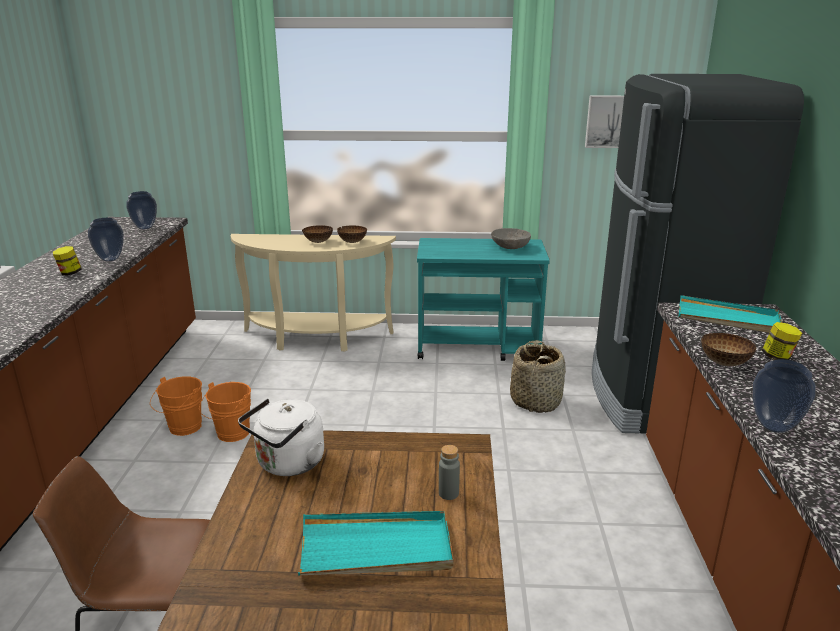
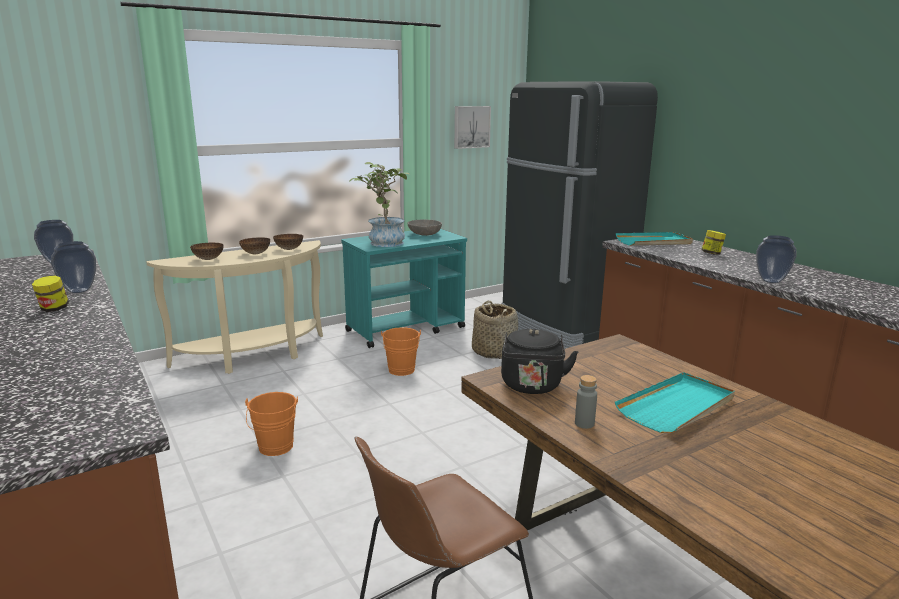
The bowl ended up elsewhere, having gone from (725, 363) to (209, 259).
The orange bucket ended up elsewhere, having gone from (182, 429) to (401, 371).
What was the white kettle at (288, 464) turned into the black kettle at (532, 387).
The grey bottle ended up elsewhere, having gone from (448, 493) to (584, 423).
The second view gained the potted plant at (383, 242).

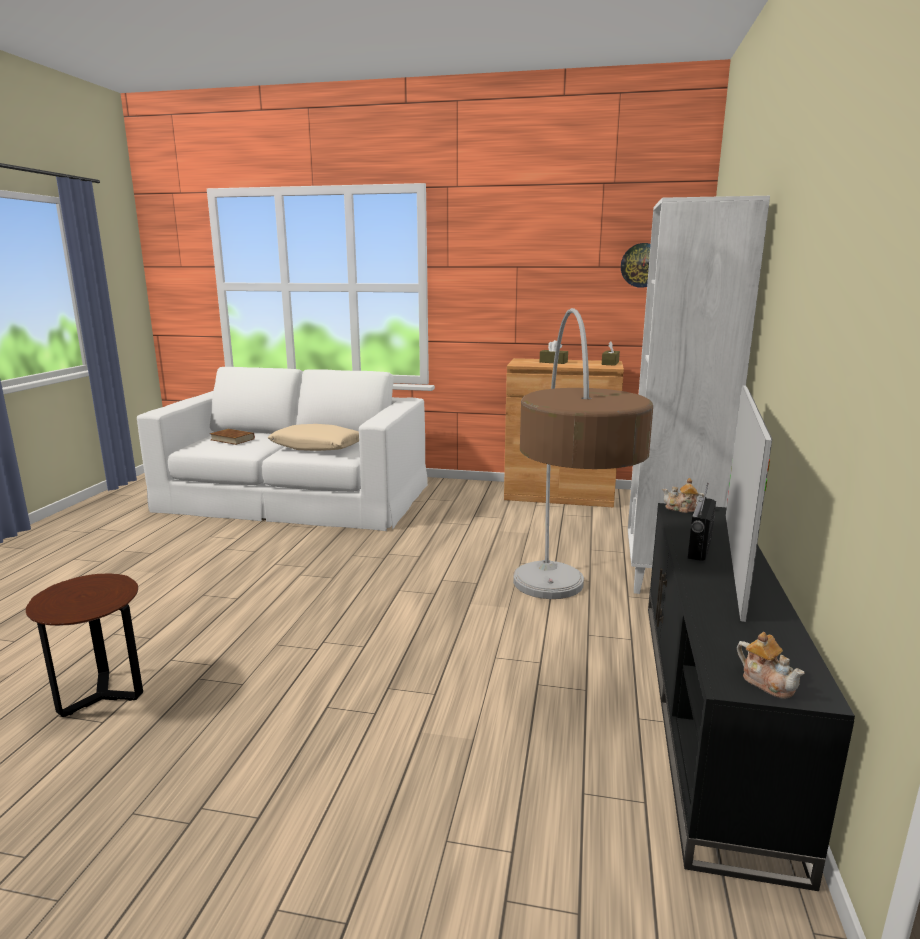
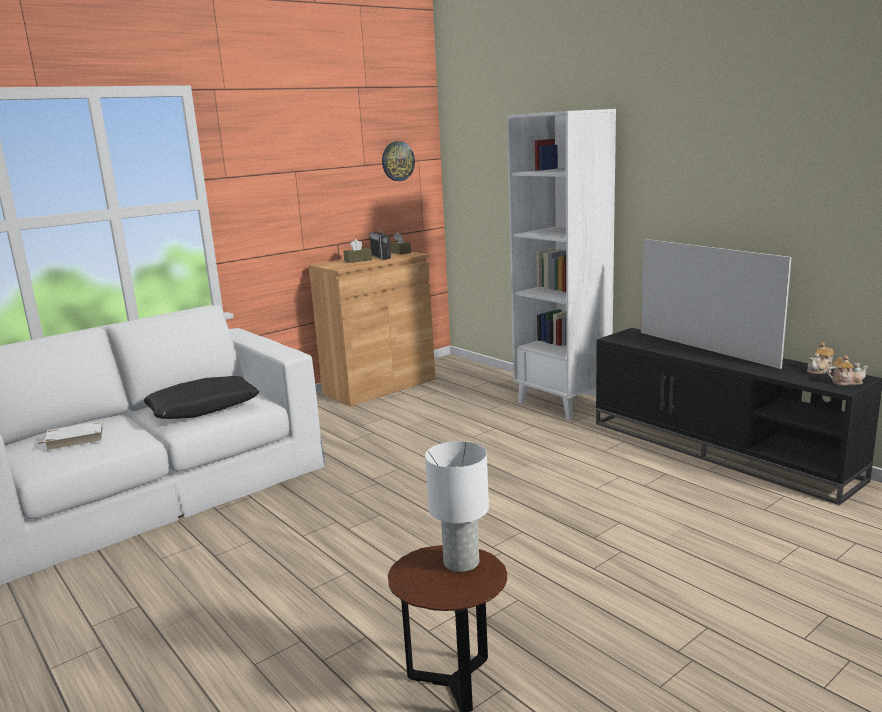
The second view lost the floor lamp at (559, 633).
What was the beige pillow at (317, 447) turned into the black pillow at (203, 408).
What was the brown book at (232, 439) turned into the white book at (75, 439).
The teapot ended up elsewhere, having gone from (681, 509) to (820, 371).
The radio ended up elsewhere, having gone from (699, 548) to (380, 257).
The second view gained the white table lamp at (460, 562).

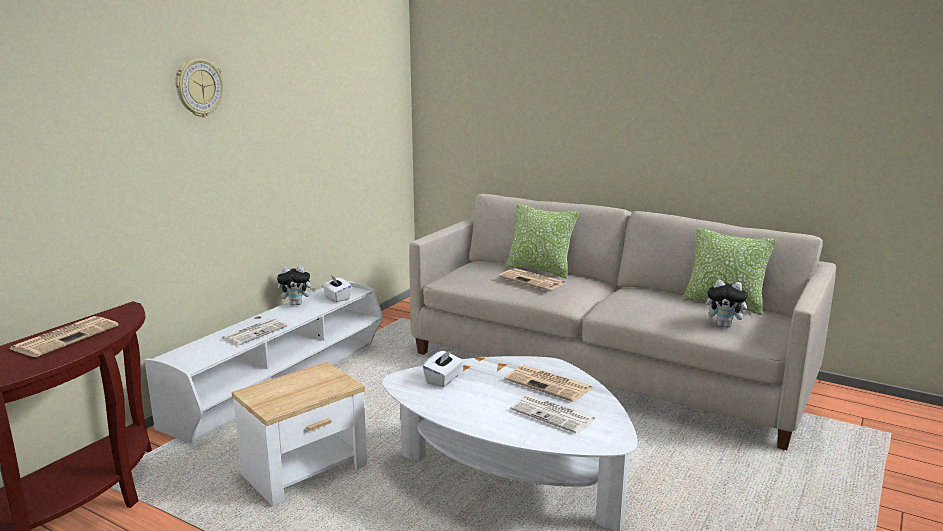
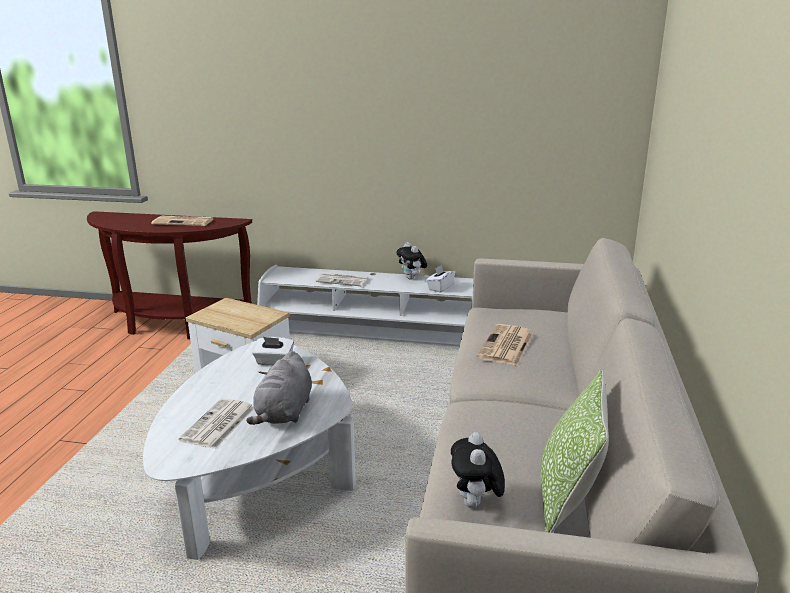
The second view lost the wall clock at (199, 87).
The second view lost the pillow at (539, 270).
Where the newspaper stood at (549, 384), the grey plush toy came to stand at (284, 413).

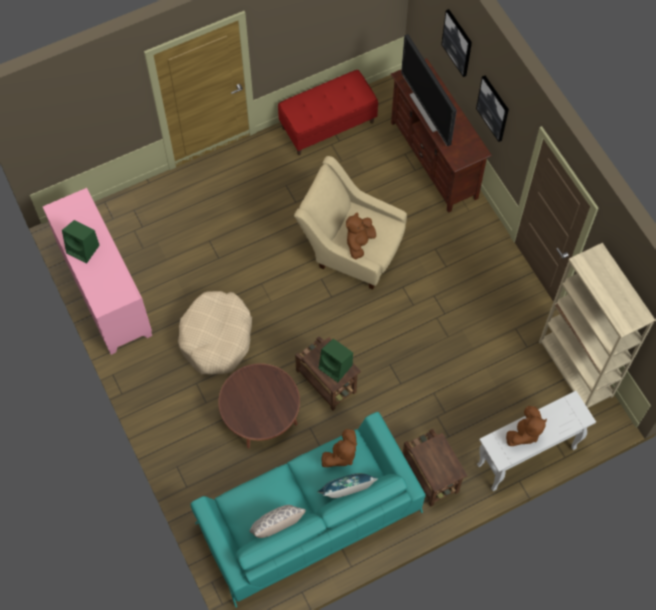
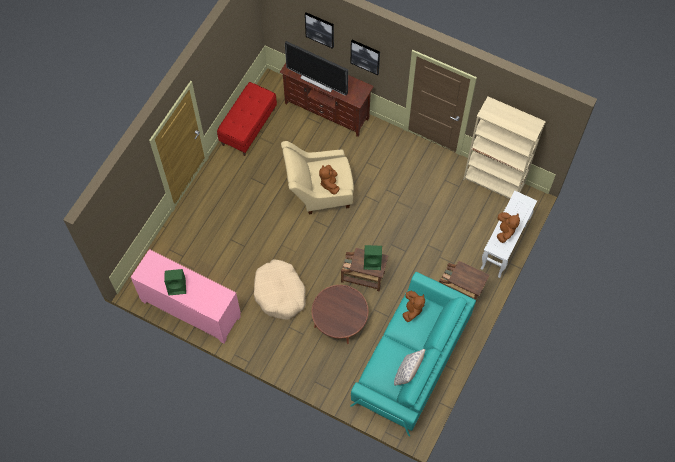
The second view lost the blue pillow at (346, 493).

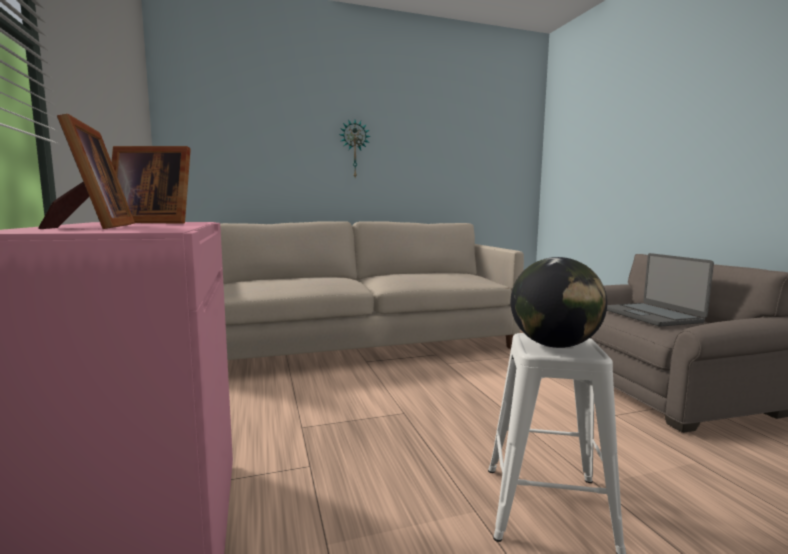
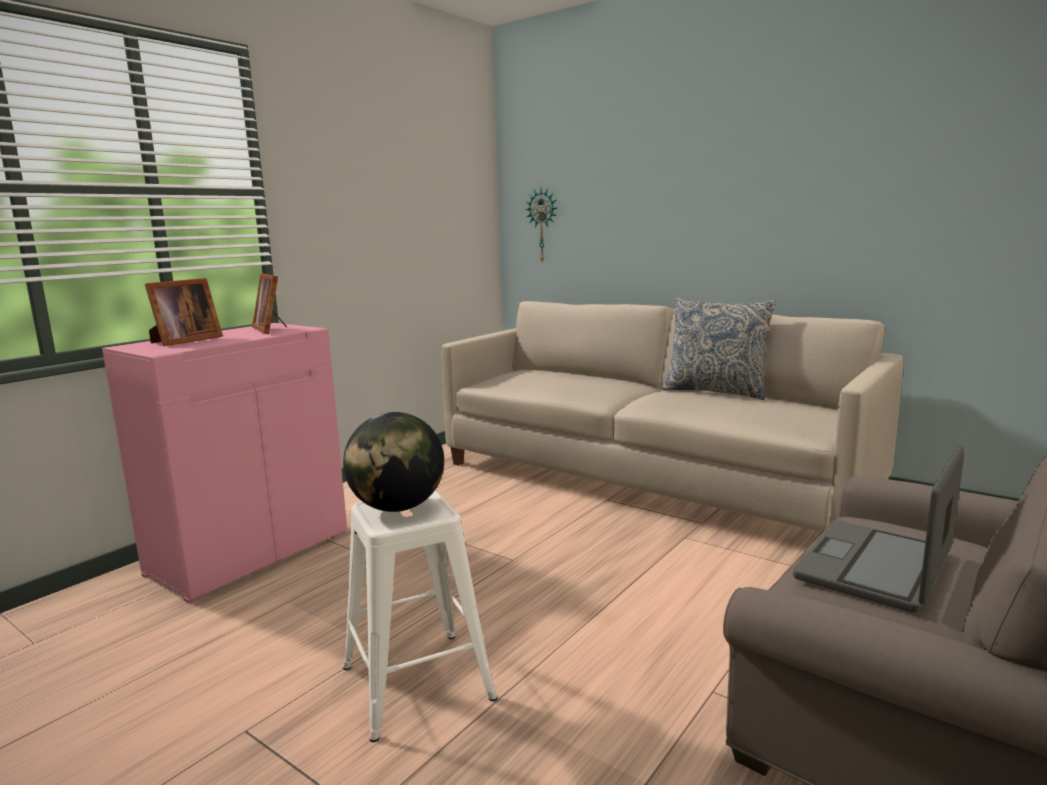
The wall clock ended up elsewhere, having gone from (354, 149) to (543, 225).
The second view gained the pillow at (715, 391).

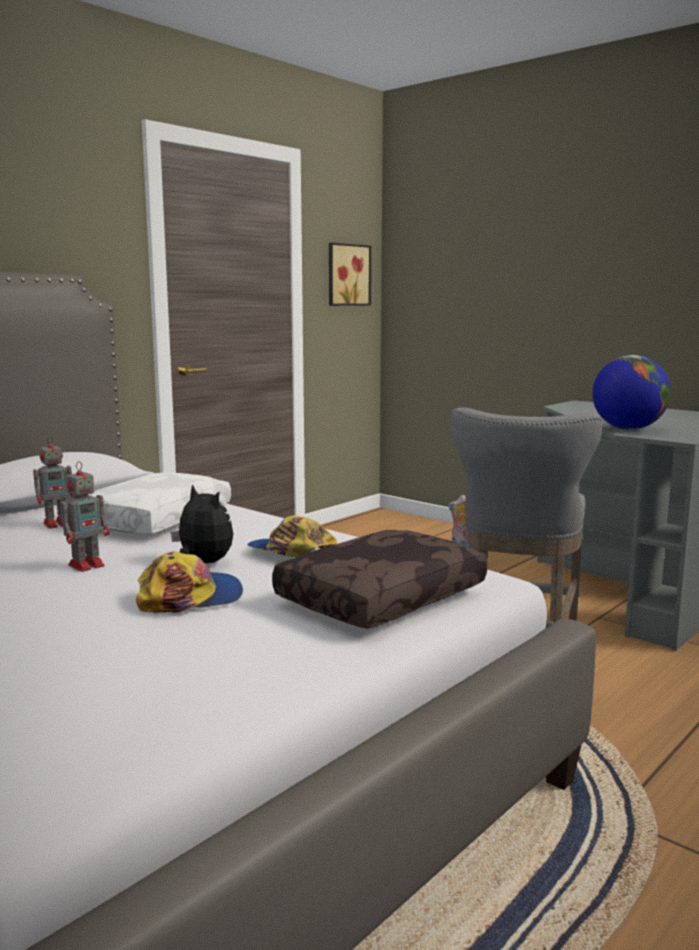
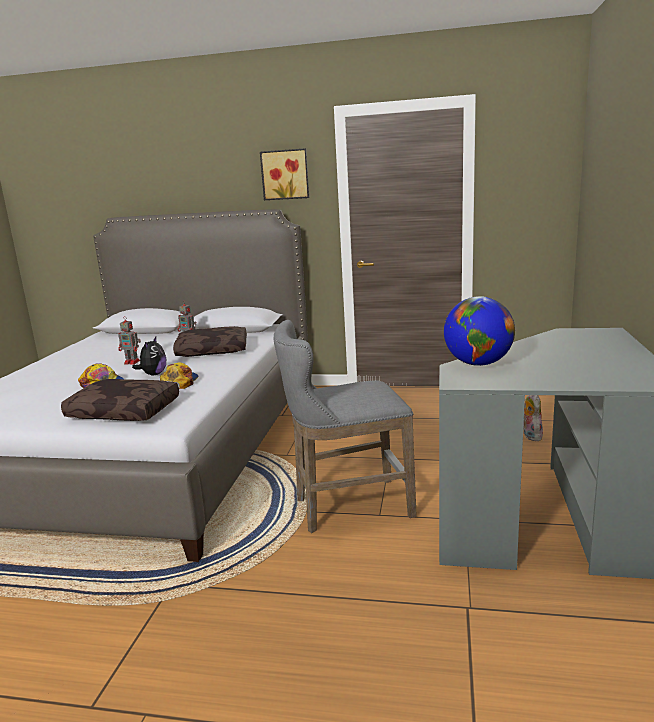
The picture ended up elsewhere, having gone from (347, 275) to (285, 174).
What was the white pillow at (155, 519) turned into the brown pillow at (213, 350).

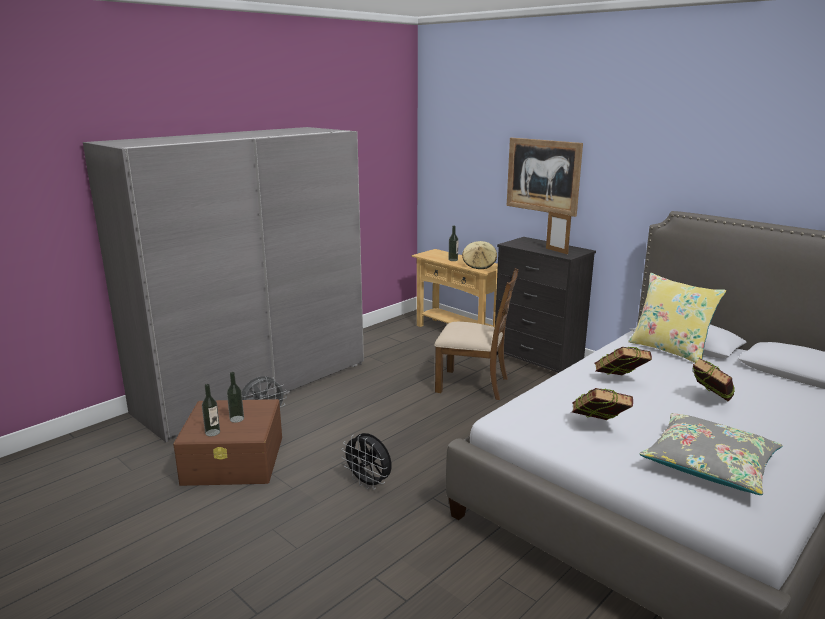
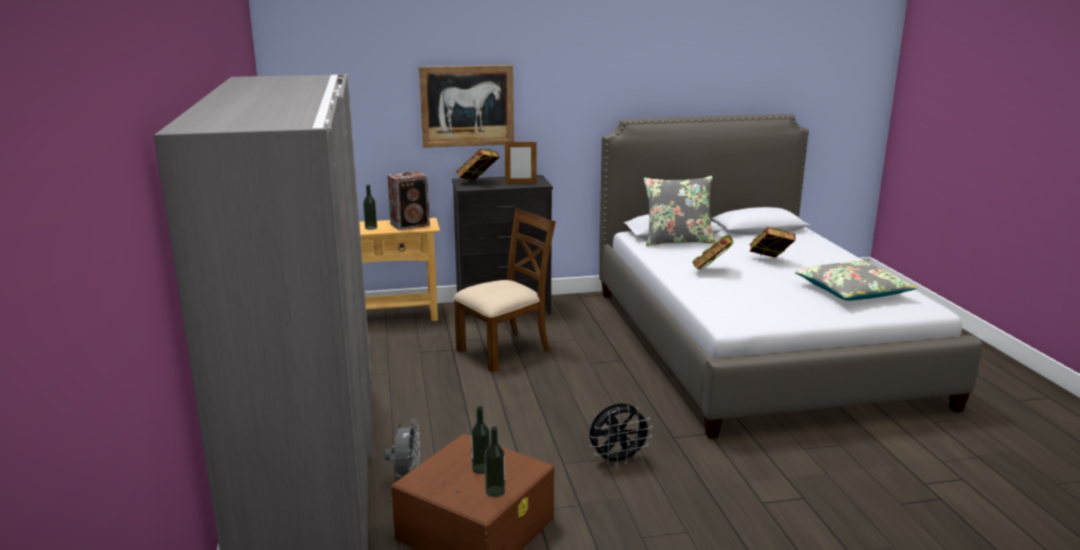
Where the beige hat stood at (479, 265), the speaker came to stand at (411, 225).
What was the yellow pillow at (670, 350) turned into the grey pillow at (677, 241).
The book ended up elsewhere, having gone from (598, 427) to (478, 182).

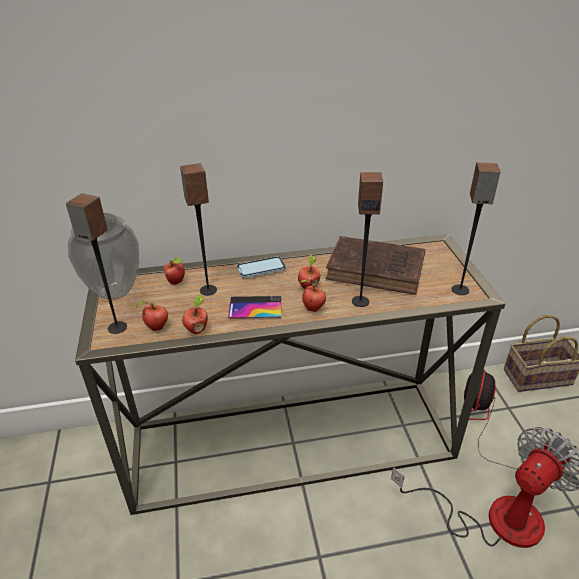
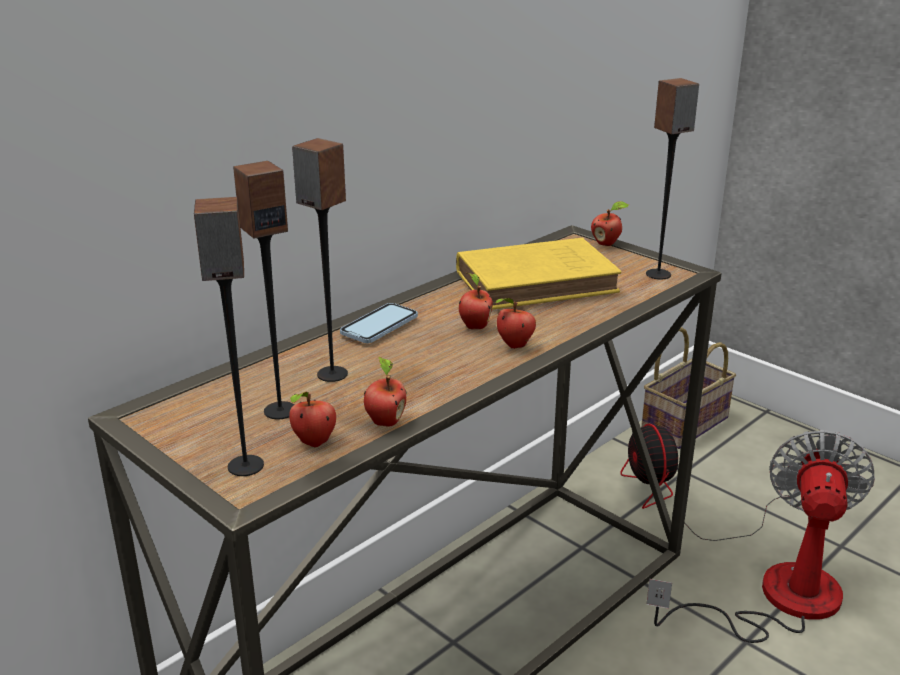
The speaker ended up elsewhere, having gone from (360, 301) to (280, 410).
The second view lost the vase at (116, 291).
What was the brown book at (378, 270) turned into the yellow book at (540, 282).
The apple ended up elsewhere, having gone from (176, 282) to (607, 244).
The second view lost the phone at (255, 307).

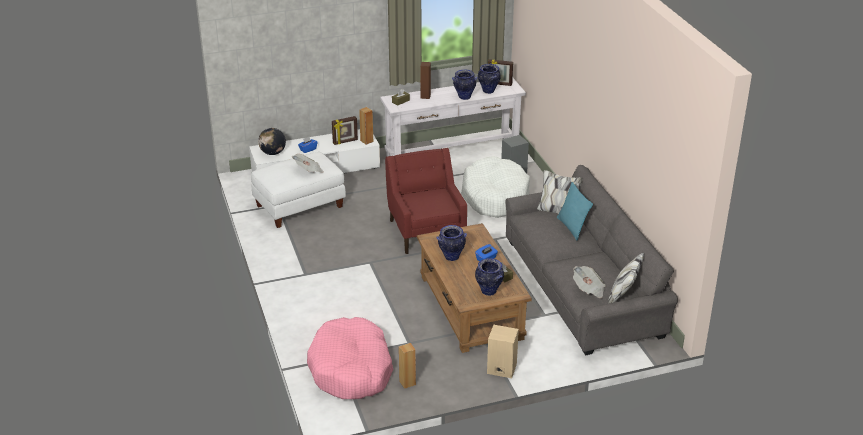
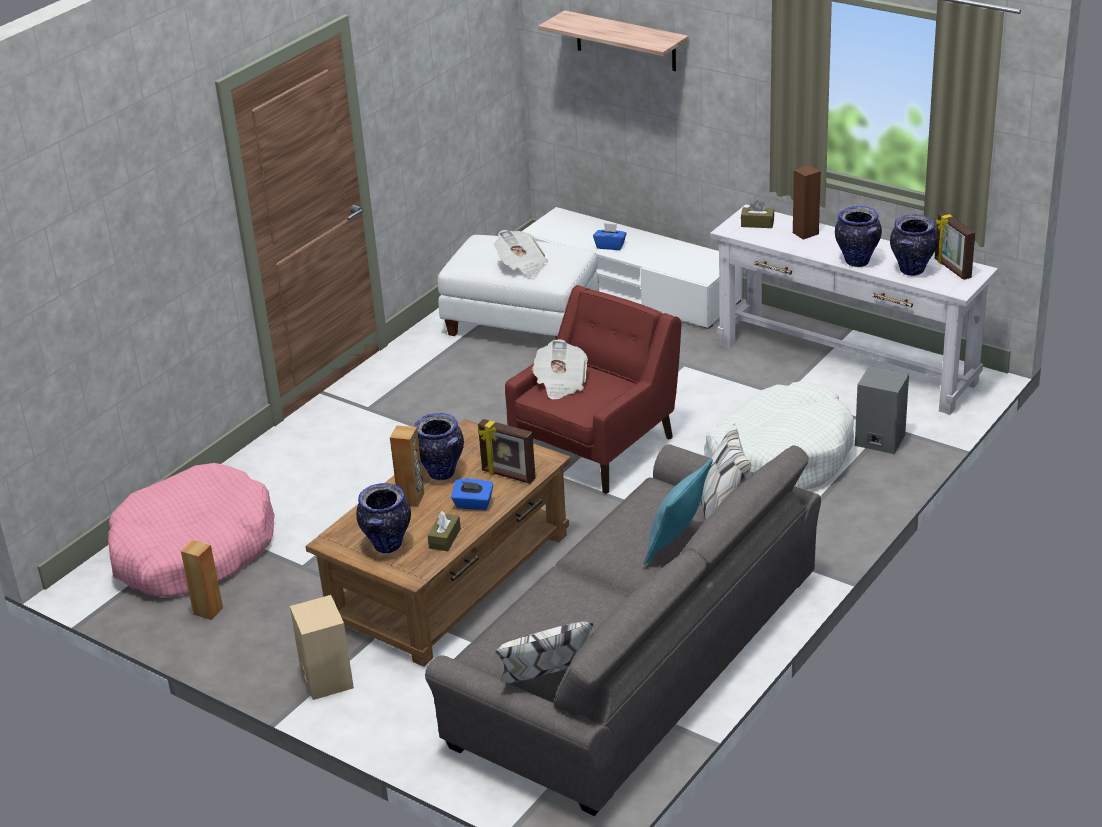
The brown speaker ended up elsewhere, having gone from (367, 141) to (411, 499).
The picture frame ended up elsewhere, having gone from (345, 142) to (508, 475).
The second view lost the globe at (272, 153).
The newspaper ended up elsewhere, having gone from (588, 289) to (560, 383).
The second view gained the shelf at (625, 41).

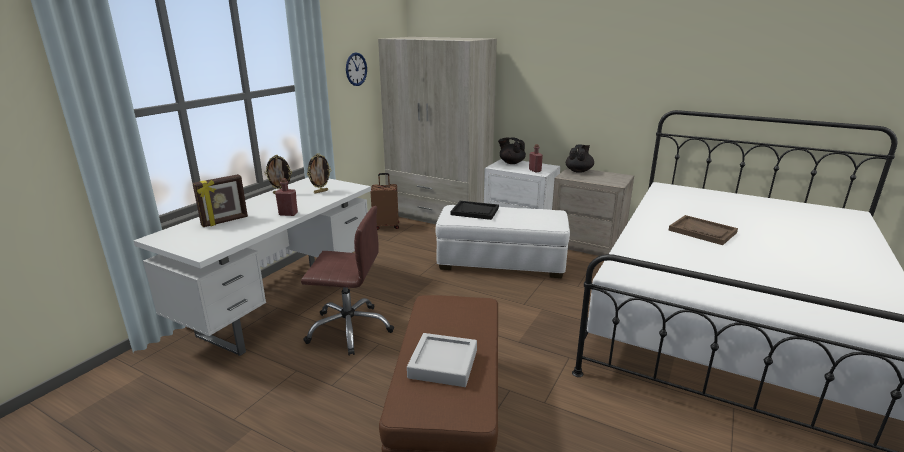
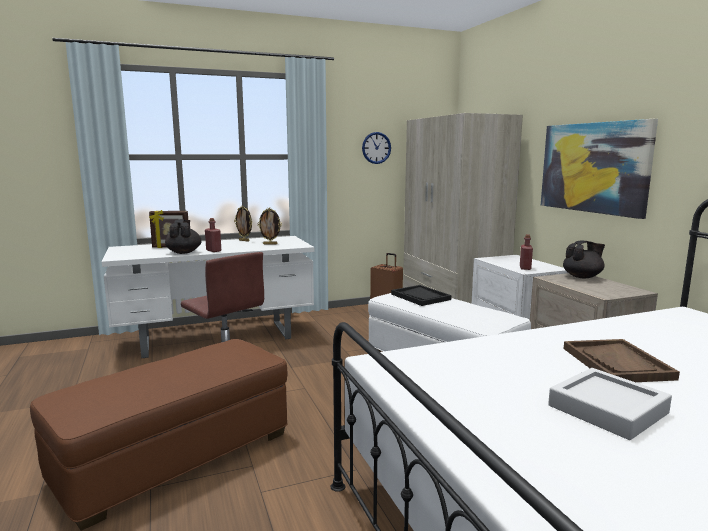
The black teapot ended up elsewhere, having gone from (511, 162) to (184, 252).
The grey tray ended up elsewhere, having gone from (443, 364) to (607, 409).
The second view gained the picture at (593, 167).

